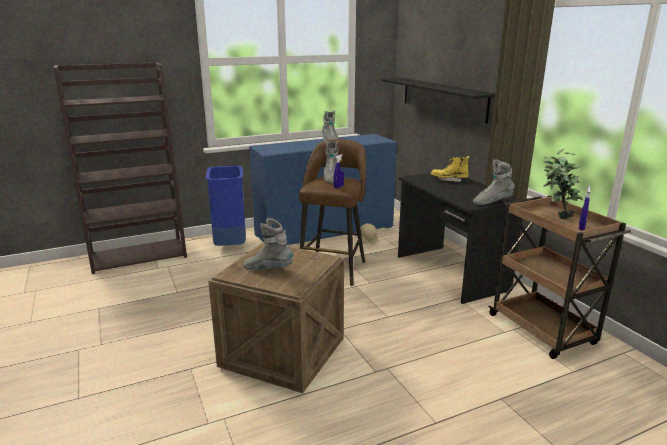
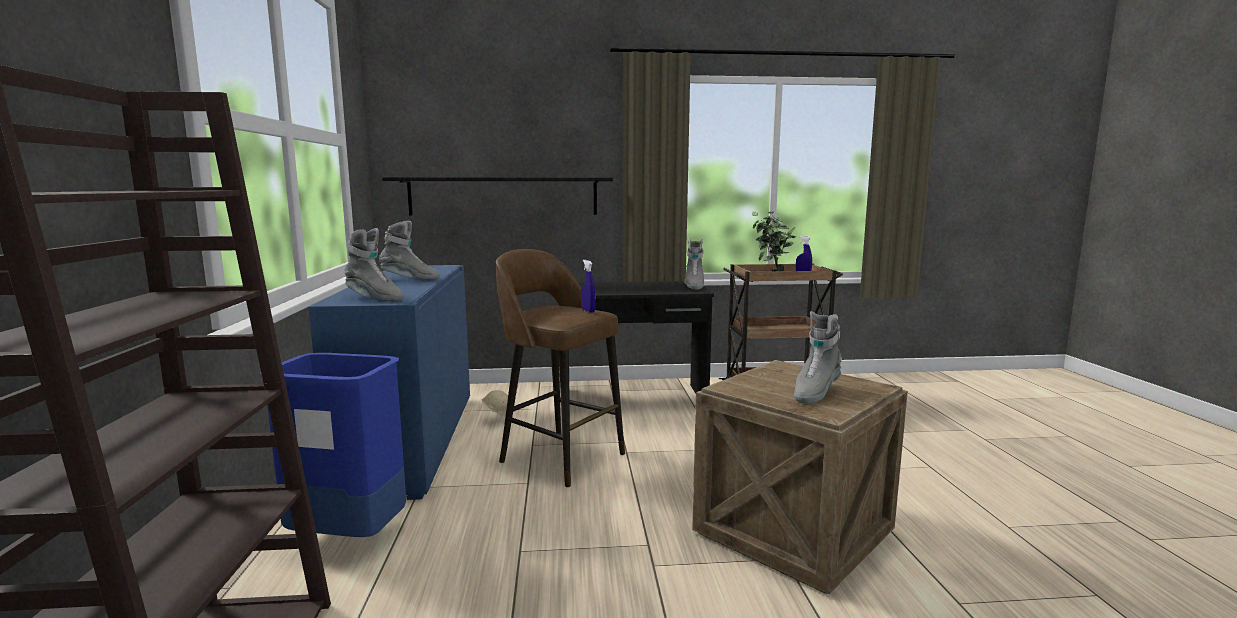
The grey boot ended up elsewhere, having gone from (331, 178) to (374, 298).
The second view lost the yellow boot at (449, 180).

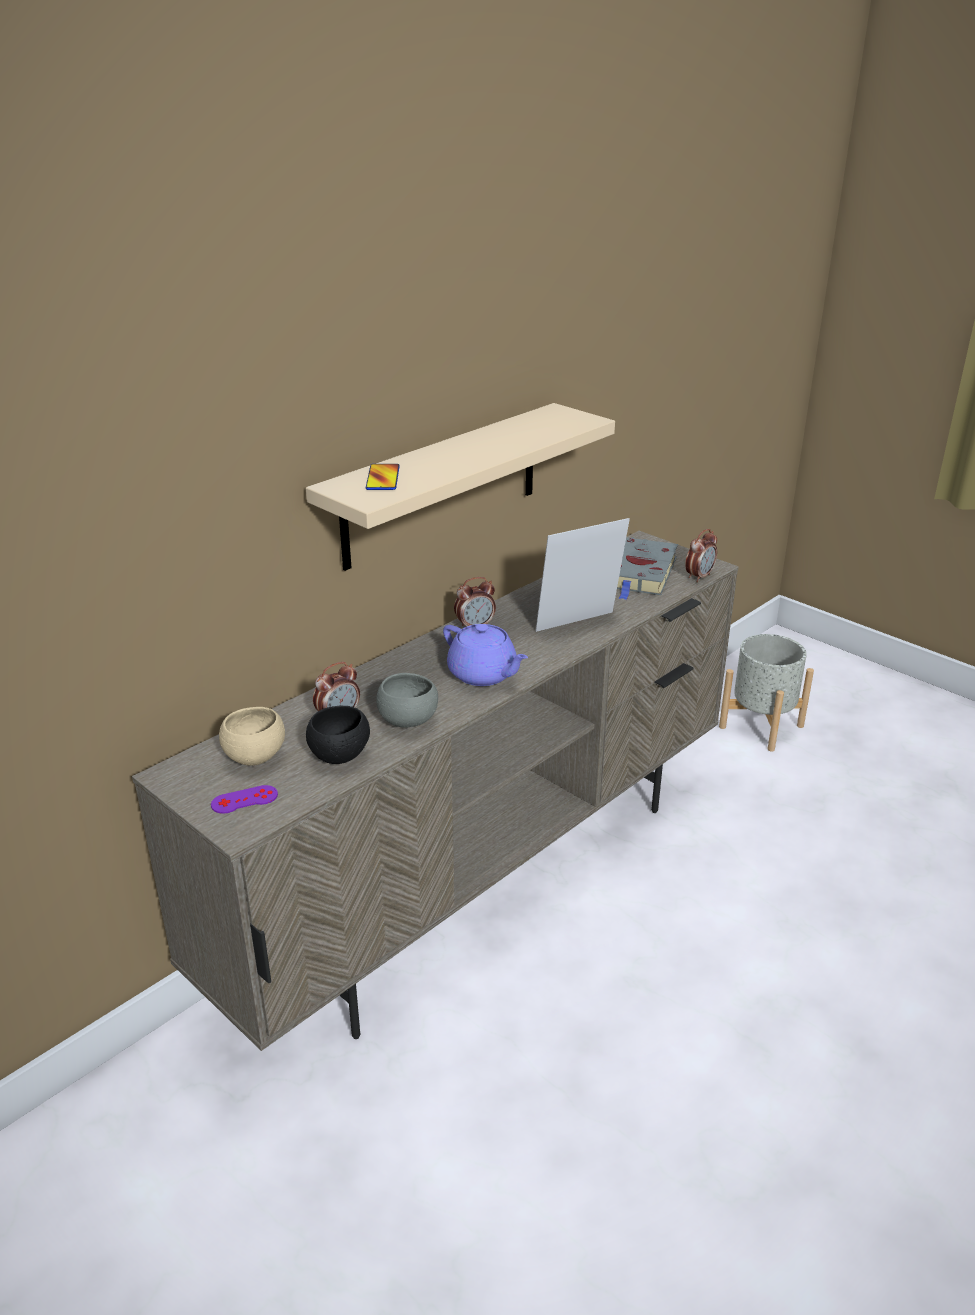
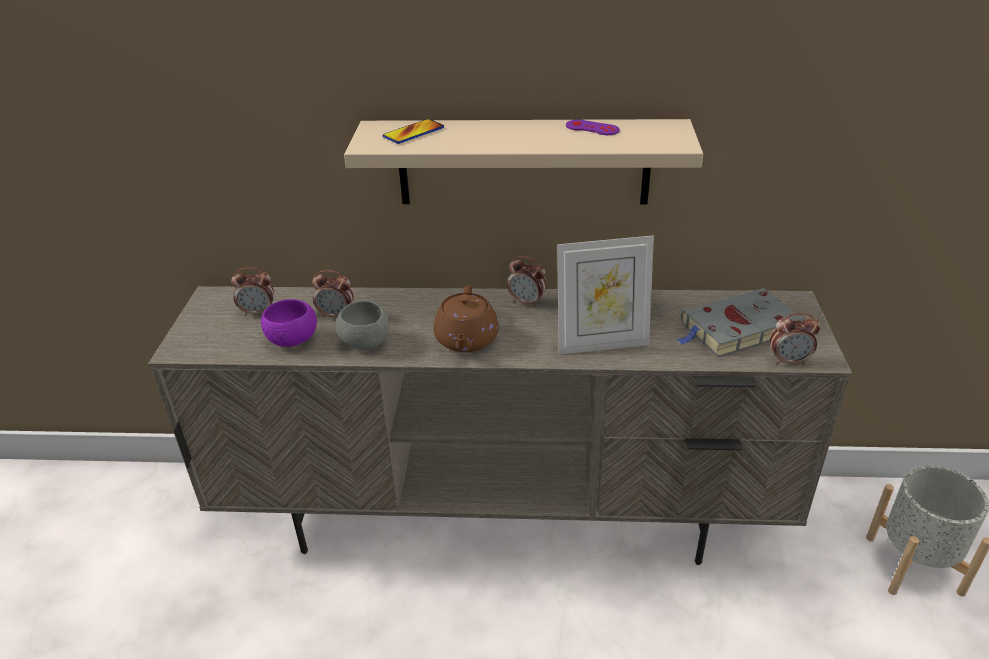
The picture frame at (579, 625) ended up facing another way, 150 degrees clockwise from before.
What was the purple teapot at (483, 674) turned into the brown teapot at (466, 340).
What was the black bowl at (339, 755) turned into the purple bowl at (293, 340).
Where the beige bowl stood at (255, 757), the alarm clock came to stand at (258, 312).
The purple game controller ended up elsewhere, having gone from (244, 800) to (592, 128).

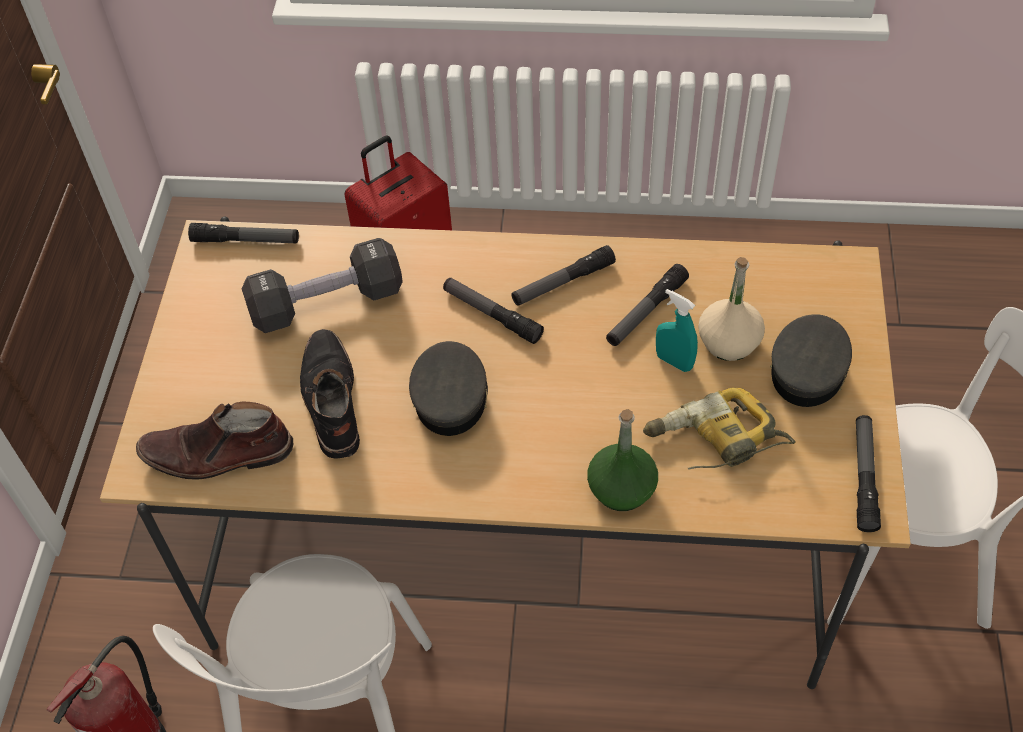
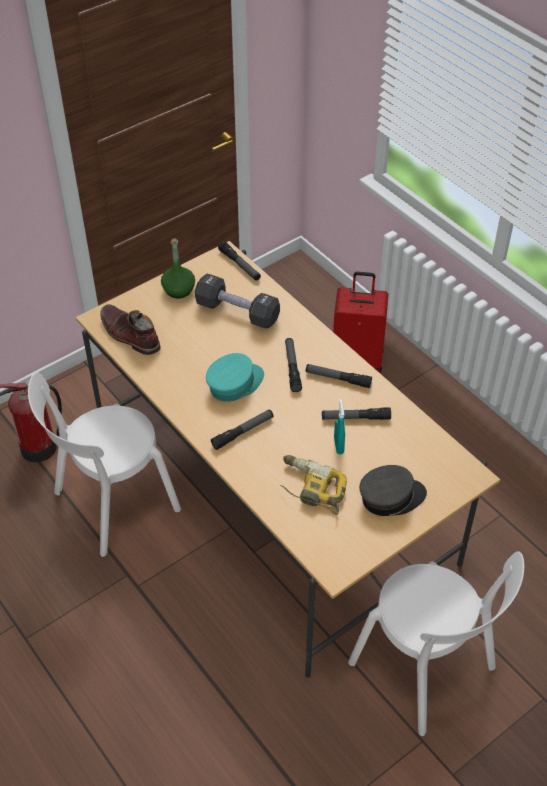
The second view lost the beige bottle at (729, 341).
The second view lost the black boot at (330, 400).
What was the grey cap at (450, 396) turned into the turquoise cap at (235, 384).
The green bottle ended up elsewhere, having gone from (621, 489) to (178, 290).
The flashlight ended up elsewhere, having gone from (864, 477) to (243, 432).

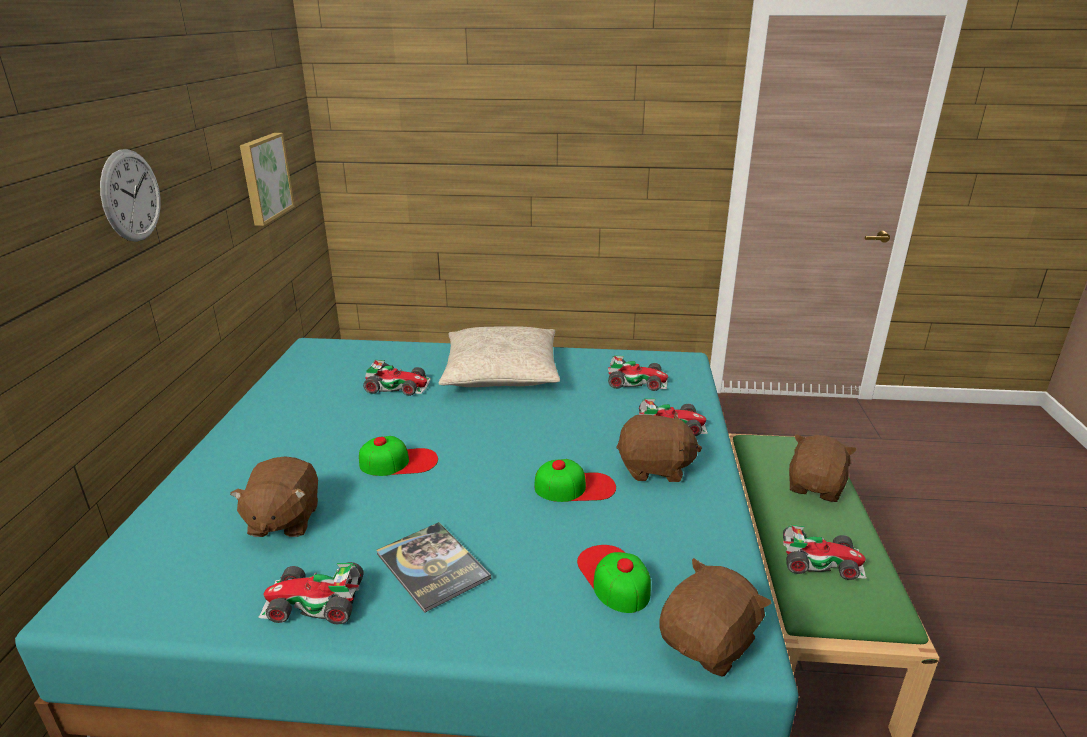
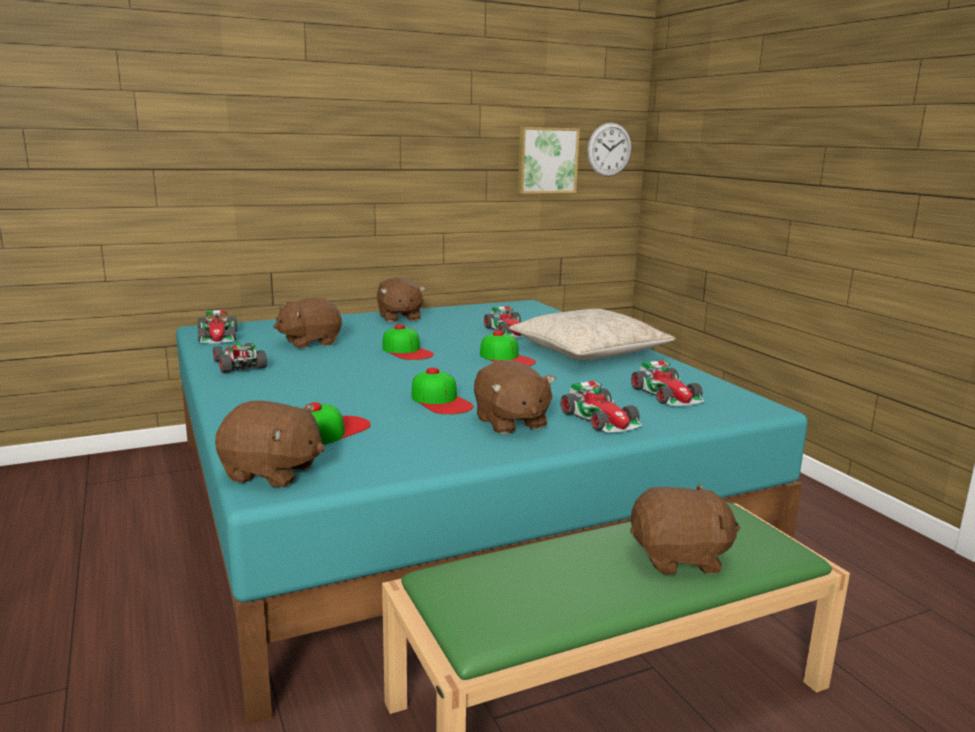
The wall clock ended up elsewhere, having gone from (131, 196) to (609, 149).
The second view lost the book at (432, 566).
The toy car ended up elsewhere, having gone from (820, 560) to (218, 337).
The second view gained the brown plush toy at (399, 317).
The second view gained the cap at (506, 358).

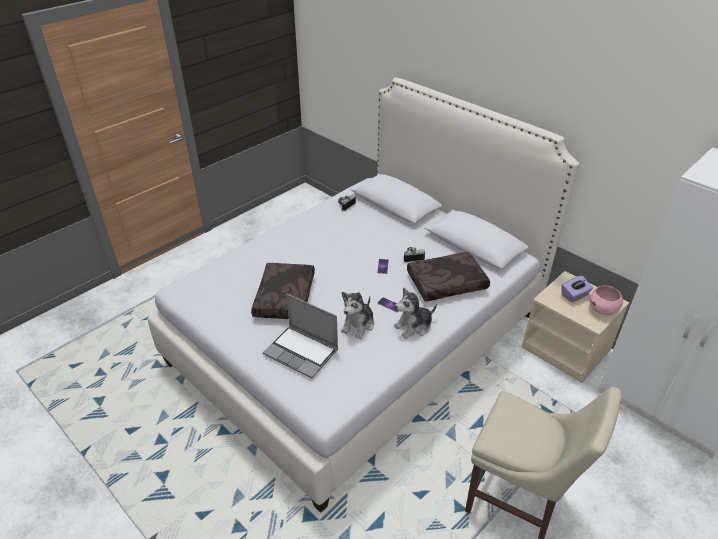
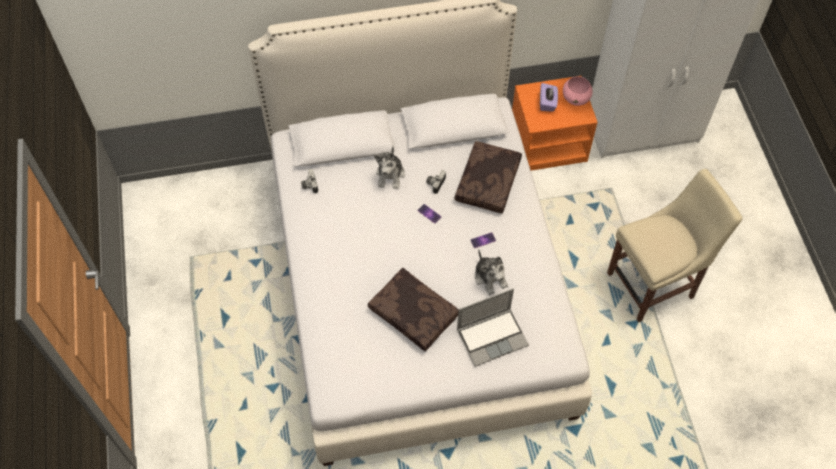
What was the beige nightstand at (566, 349) turned into the orange nightstand at (548, 143).
The plush toy ended up elsewhere, having gone from (414, 326) to (390, 175).

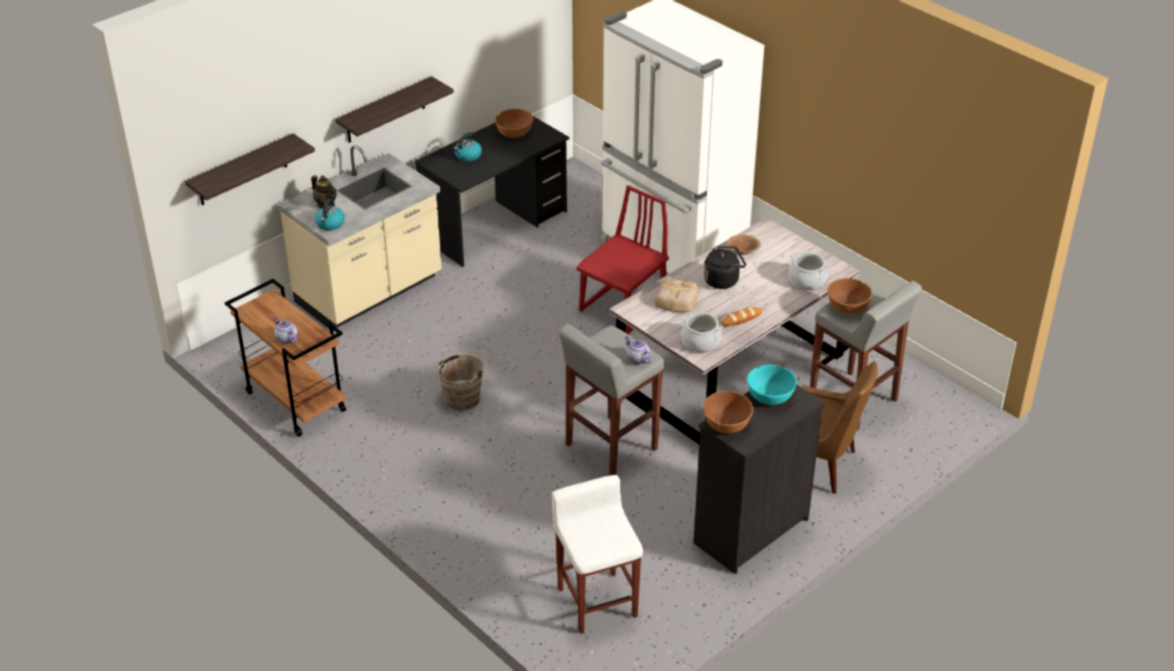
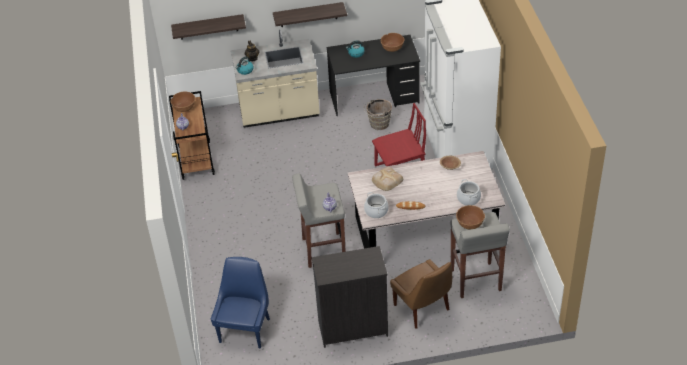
The second view lost the black kettle at (723, 280).
The brown bucket ended up elsewhere, having gone from (460, 400) to (378, 124).
The second view lost the turquoise bowl at (770, 397).
The brown bowl ended up elsewhere, having gone from (726, 424) to (184, 108).
Where the white stool stood at (597, 601), the blue chair came to stand at (245, 329).

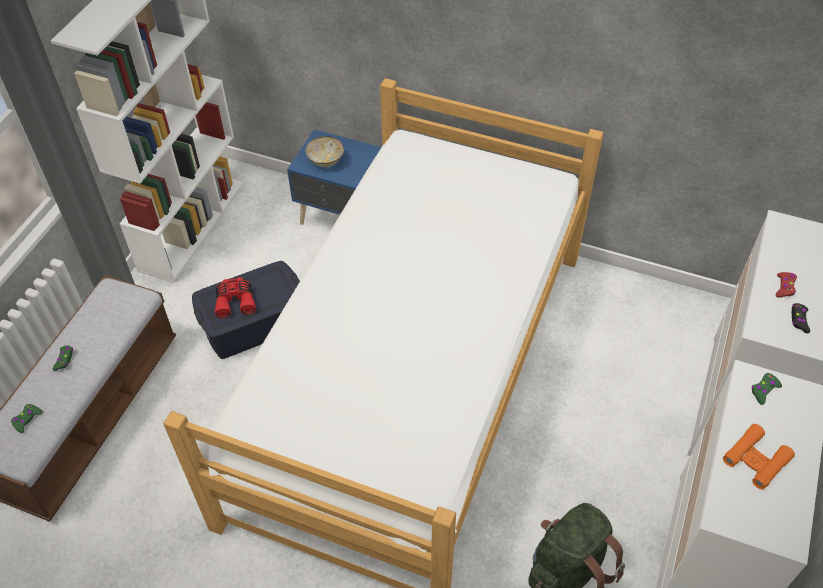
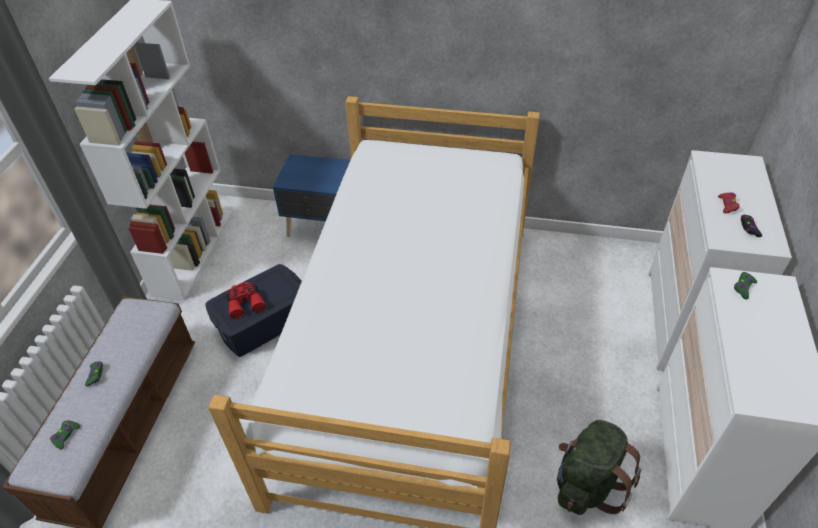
The second view lost the bowl at (326, 161).
The second view lost the orange binoculars at (756, 460).

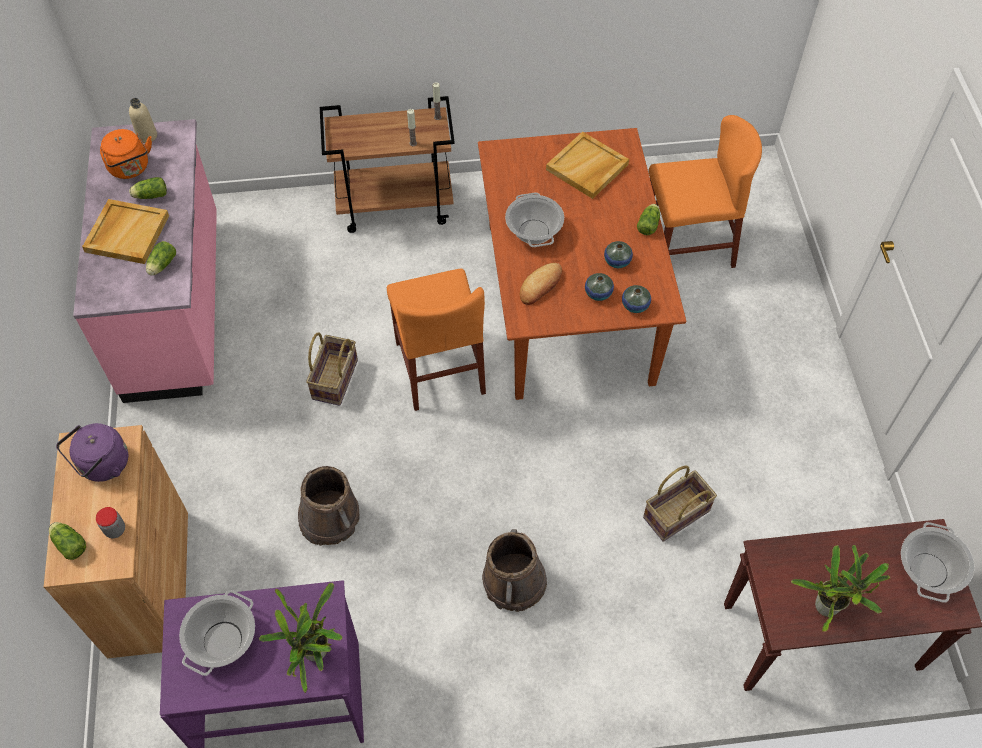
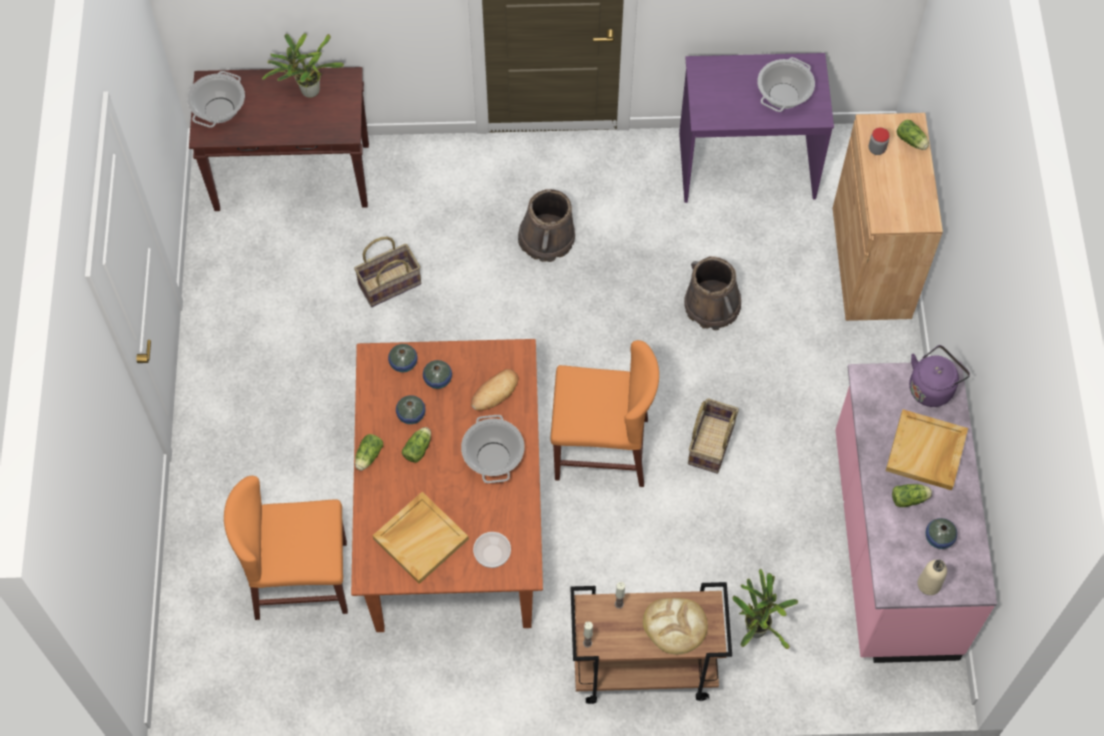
Where the orange kettle stood at (131, 168), the vase came to stand at (939, 538).
The lettuce ended up elsewhere, having gone from (161, 265) to (419, 448).
The orange chair at (439, 367) ended up facing another way, 105 degrees clockwise from before.
The purple kettle ended up elsewhere, having gone from (102, 465) to (932, 387).
The potted plant ended up elsewhere, having gone from (314, 654) to (757, 626).
The second view gained the bowl at (493, 554).
The second view gained the bread at (675, 626).

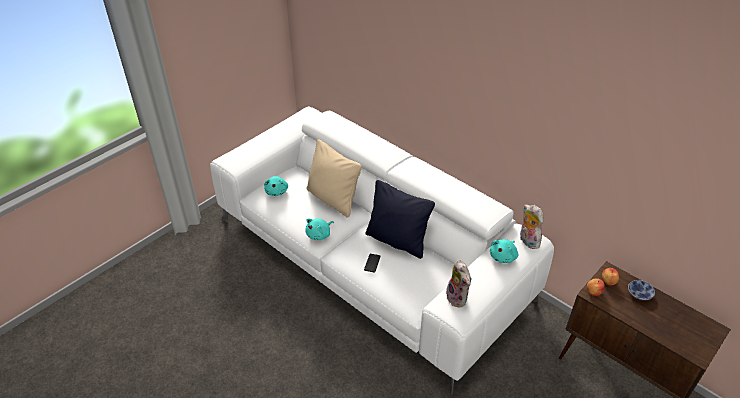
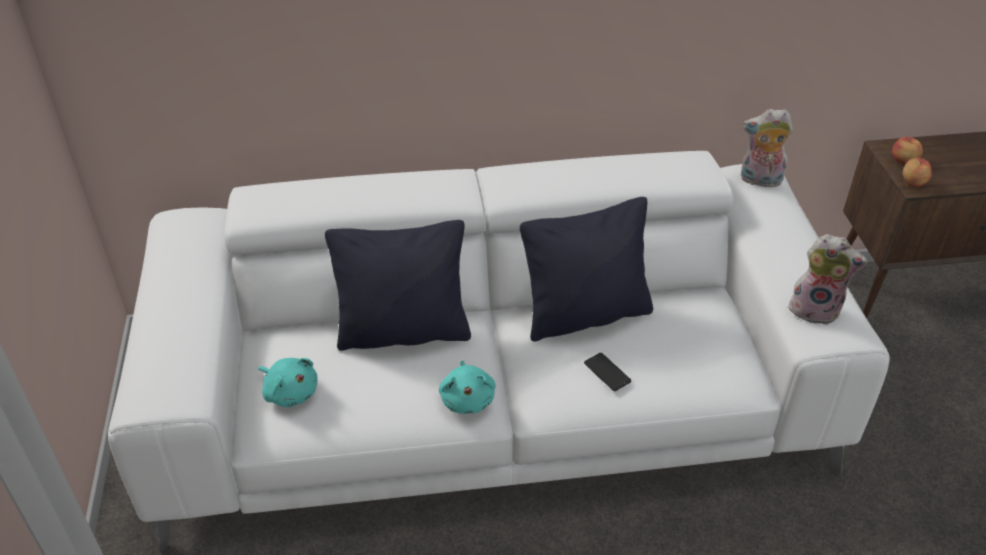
What was the beige pillow at (333, 199) turned into the black pillow at (403, 332).
The second view lost the turquoise plush toy at (503, 256).
The second view lost the bowl at (640, 293).

